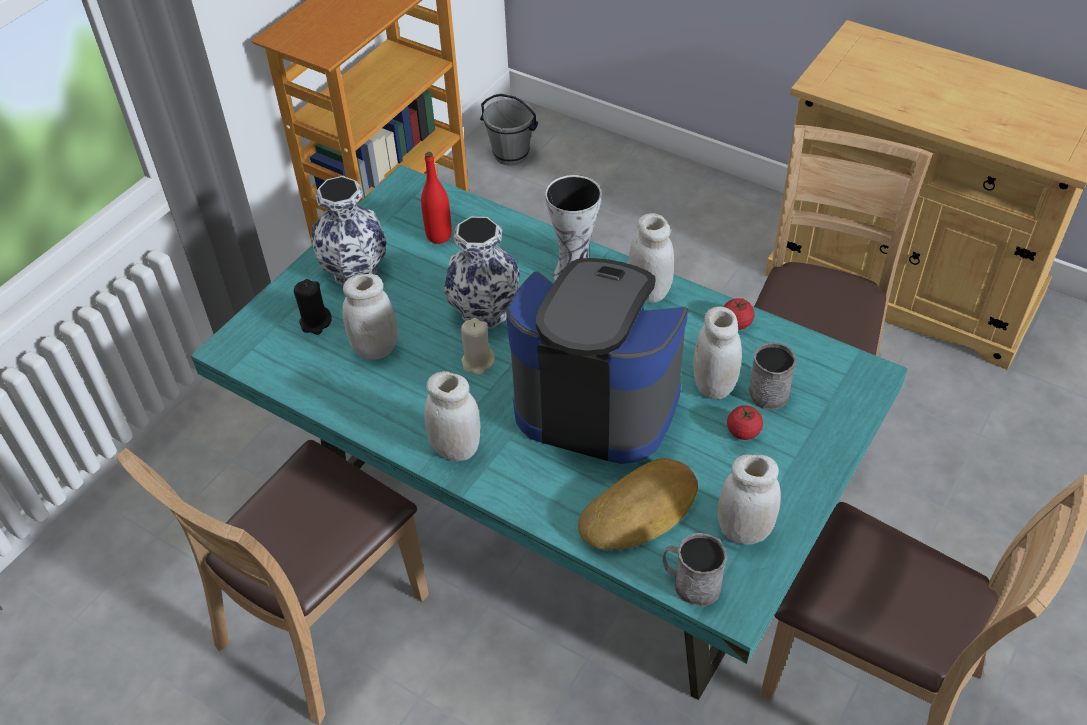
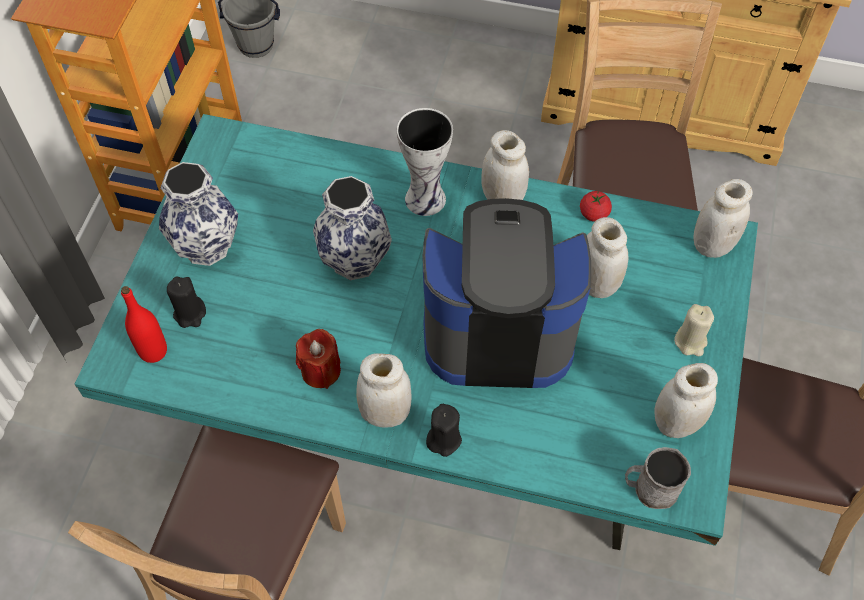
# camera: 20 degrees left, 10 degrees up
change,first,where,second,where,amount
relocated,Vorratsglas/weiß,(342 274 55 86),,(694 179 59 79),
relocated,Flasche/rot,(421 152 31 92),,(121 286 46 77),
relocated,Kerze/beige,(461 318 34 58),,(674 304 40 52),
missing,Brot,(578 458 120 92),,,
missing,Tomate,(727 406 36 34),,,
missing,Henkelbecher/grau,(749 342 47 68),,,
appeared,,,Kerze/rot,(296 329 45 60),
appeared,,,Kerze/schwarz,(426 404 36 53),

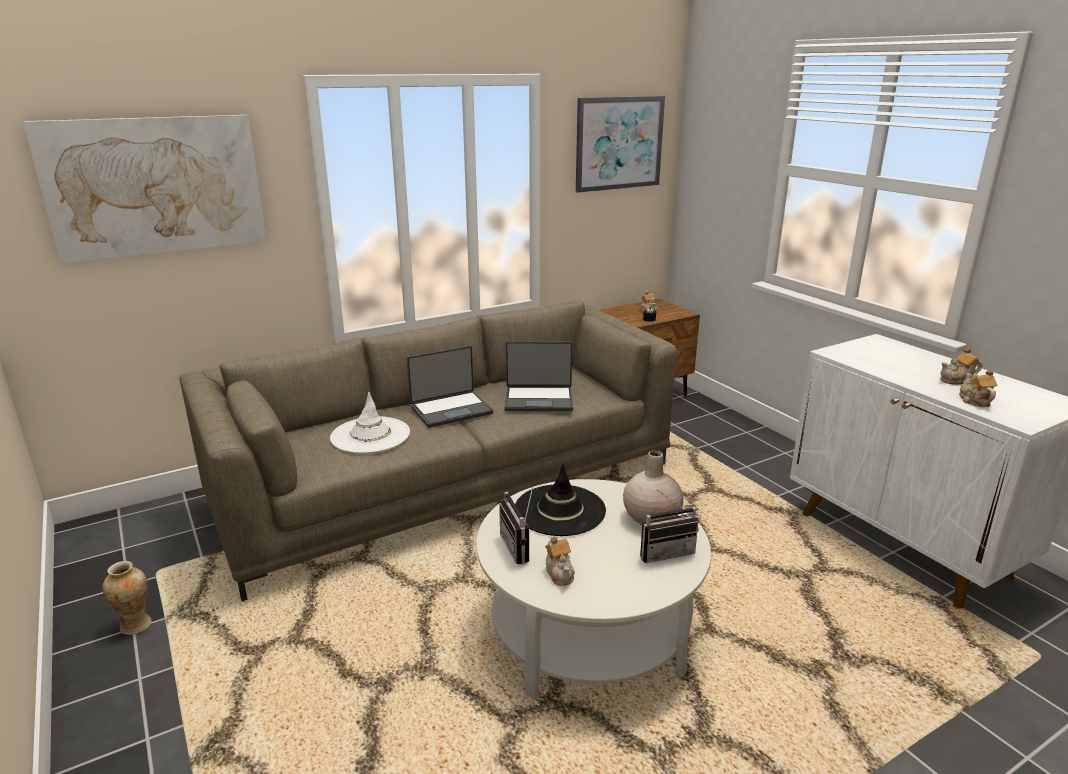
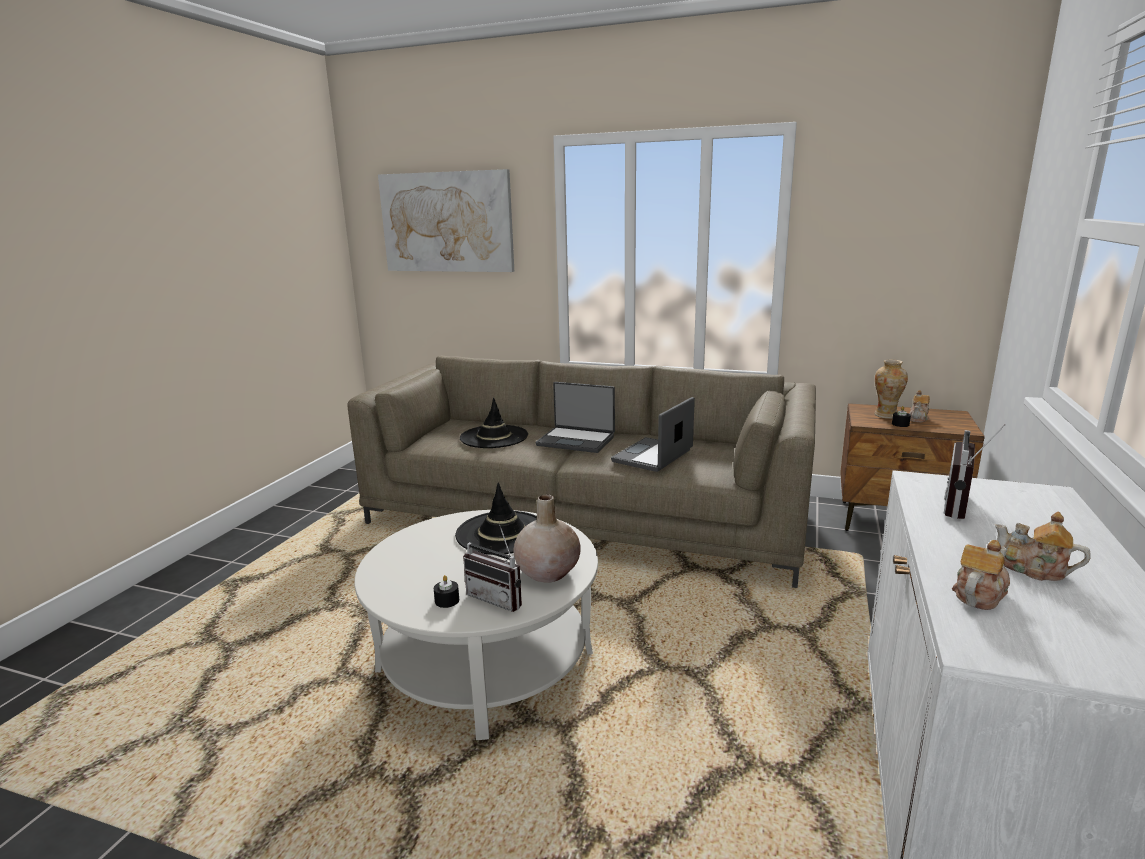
# camera: 50 degrees right, 5 degrees down
change,first,where,second,where,amount
relocated,Vase,(102 561 50 74),,(874 360 34 59),
colour,Hut/weiß,(330 392 80 62),Hut/schwarz,(460 397 68 51),
relocated,Radio,(499 486 34 78),,(944 424 61 95),
spun,Laptop,(504 341 69 70),,(611 397 84 75),75 degrees clockwise
missing,Teekanne,(545 536 30 50),,,
missing,Bild,(576 96 89 97),,,
appeared,,,Kerze/schwarz,(434 575 25 33),

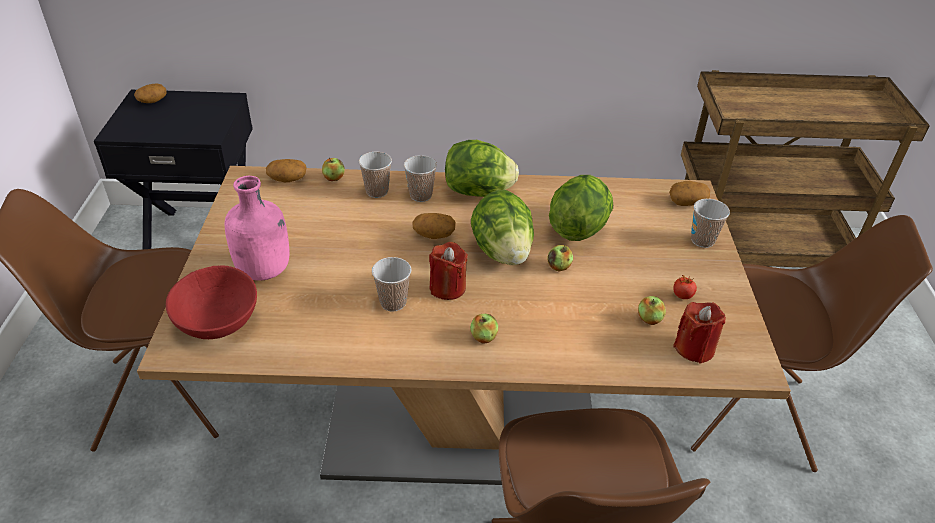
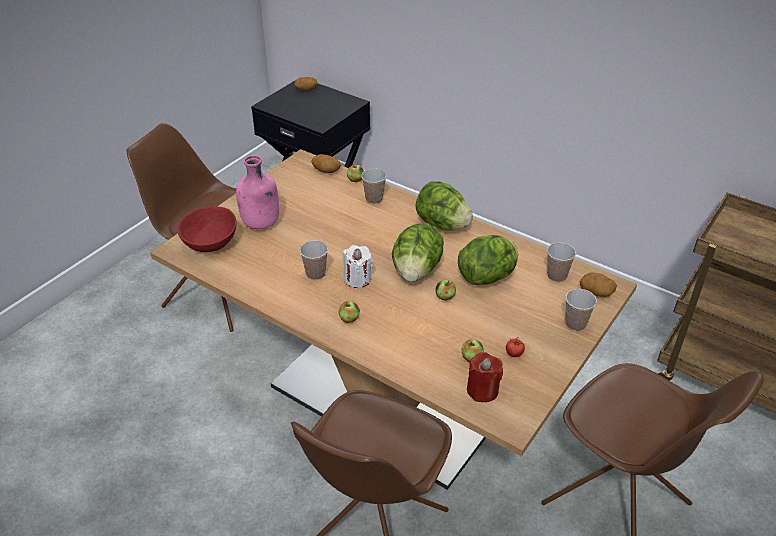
# camera: 35 degrees right, 0 degrees up
change,first,where,second,where,amount
relocated,Tasse,(404 155 33 47),,(547 242 29 40),
missing,Kartoffel,(412 213 44 26),,,
colour,Kerze/rot,(429 242 39 58),Kerze/weiß,(342 245 31 43),

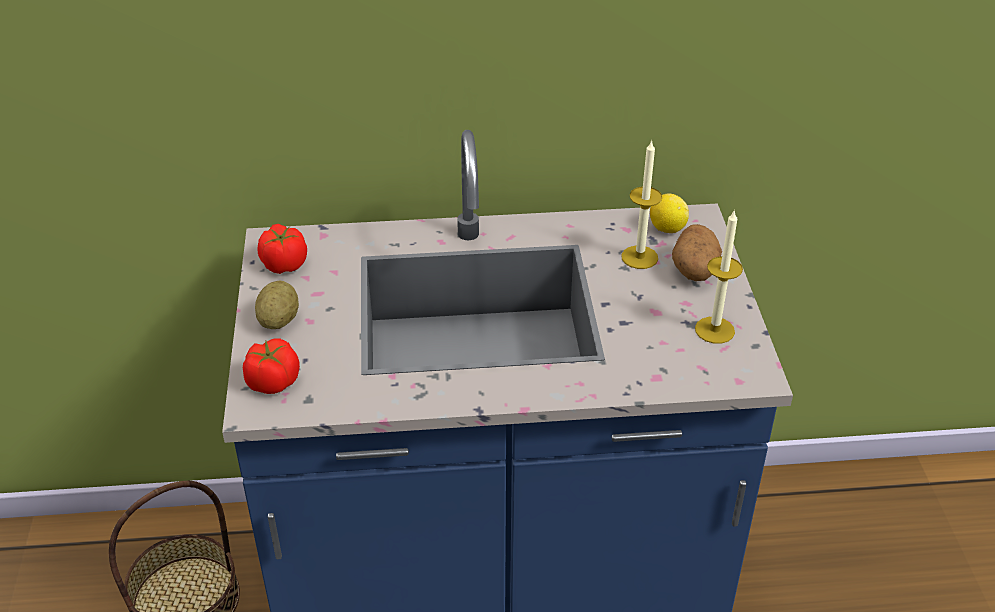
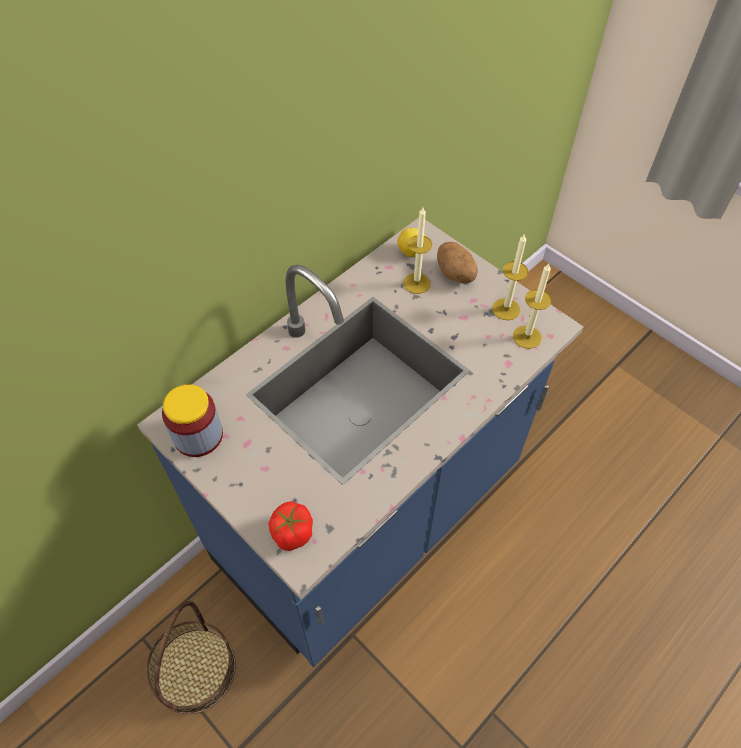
# camera: 40 degrees left, 15 degrees up
change,first,where,second,where,amount
missing,Kartoffel,(255 281 44 48),,,
exchanged,Tomate,(257 224 50 50),Vorratsglas,(162 384 61 73),
appeared,,,Kerze,(513 264 38 85),

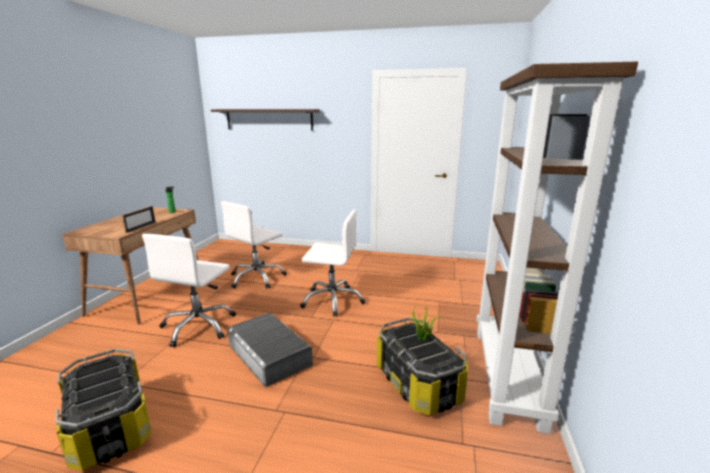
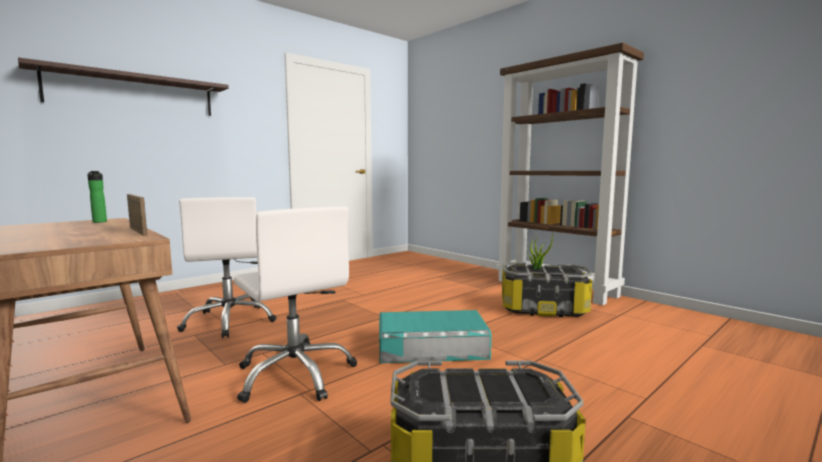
# camera: 55 degrees left, 10 degrees down
change,first,where,second,where,amount
colour,Aufbewahrungsbox/grau,(228 313 85 74),Aufbewahrungsbox/türkis,(379 310 113 53),
missing,Bürostuhl/weiß,(300 209 66 108),,,

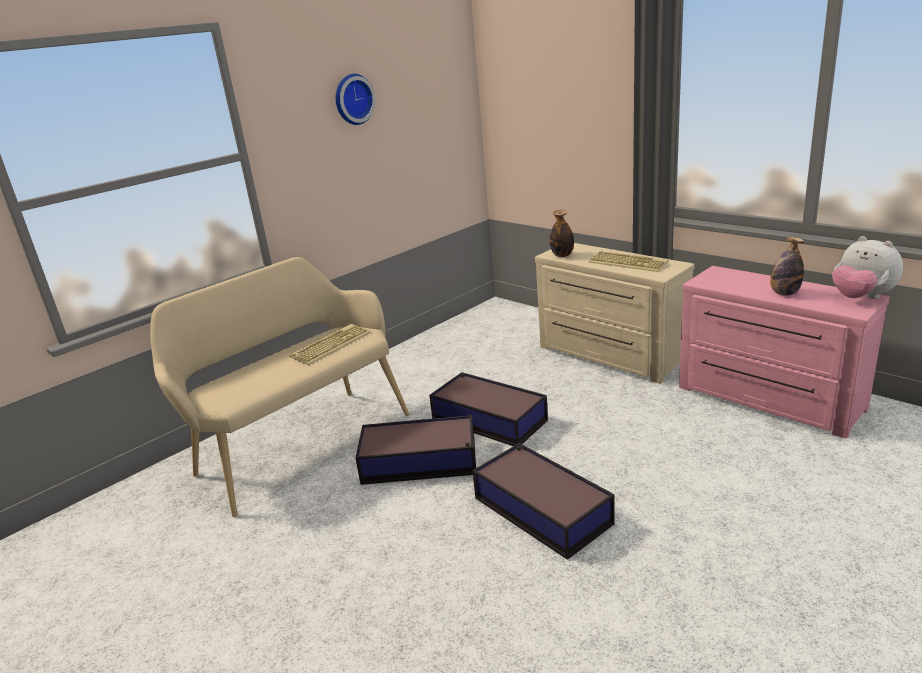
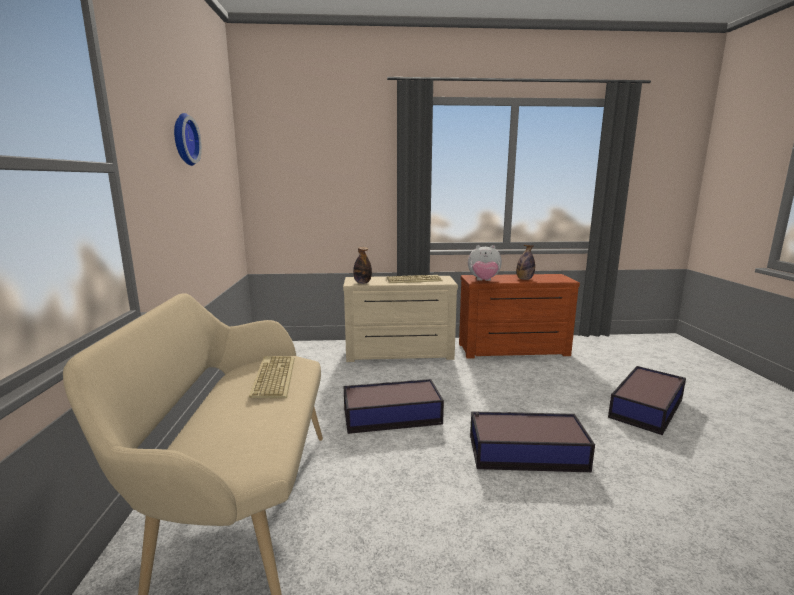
# camera: 50 degrees left, 10 degrees down
change,first,where,second,where,amount
relocated,Aufbewahrungsbox,(356 415 120 70),,(608 366 78 69),
colour,Kommode/rosa,(679 266 211 172),Kommode/braun,(459 274 121 85),
relocated,Plüschtier,(832 236 71 63),,(468 245 34 36),

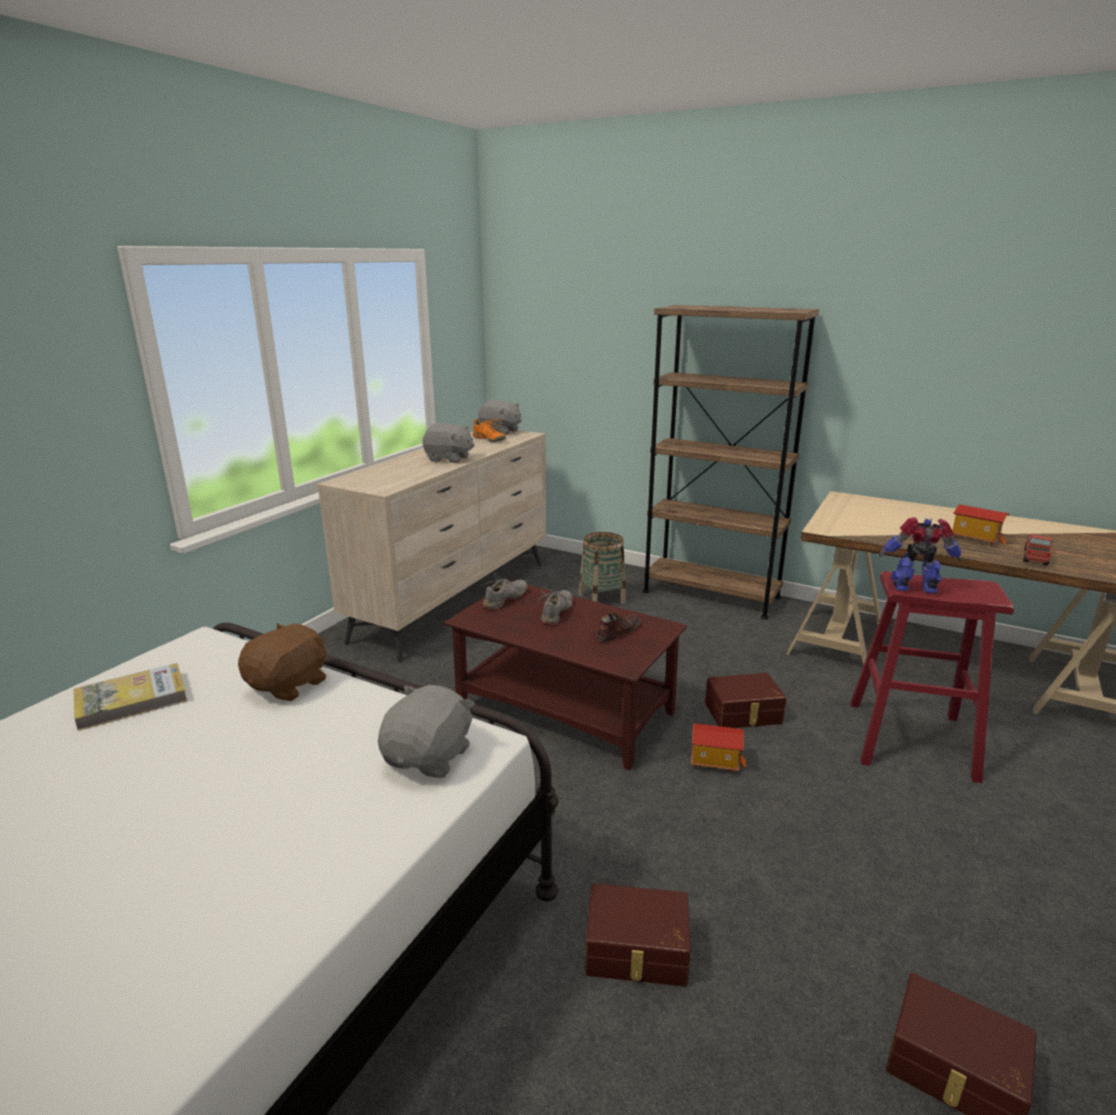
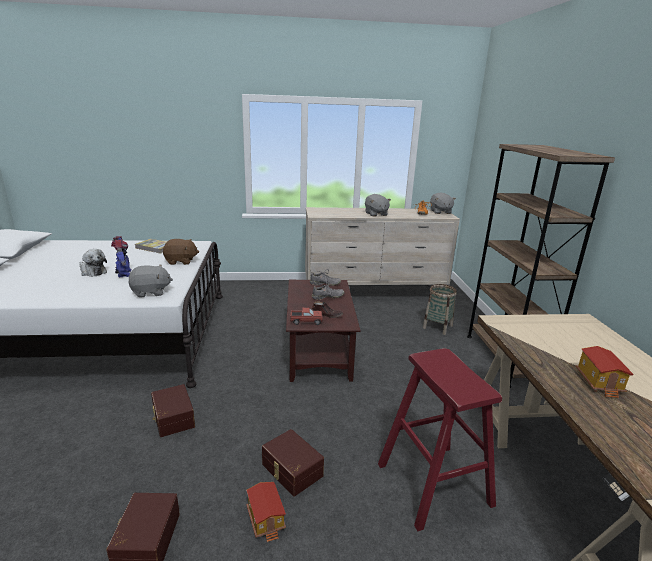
# camera: 55 degrees right, 0 degrees up
change,first,where,second,where,amount
relocated,Spielzeughaus,(690 723 56 49),,(246 482 40 61),
relocated,Aufbewahrungsbox/braun,(705 673 82 55),,(262 429 62 68),
relocated,Spielzeugroboter,(879 517 82 76),,(111 236 20 41),
relocated,Spielzeuglaster,(1023 534 32 32),,(290 307 33 18),
appeared,,,Plüschtier,(79 249 28 28),

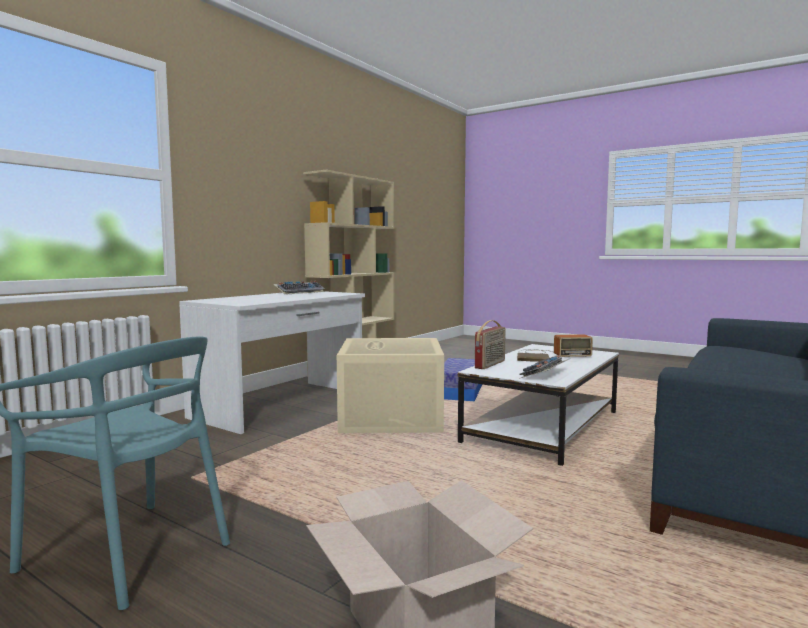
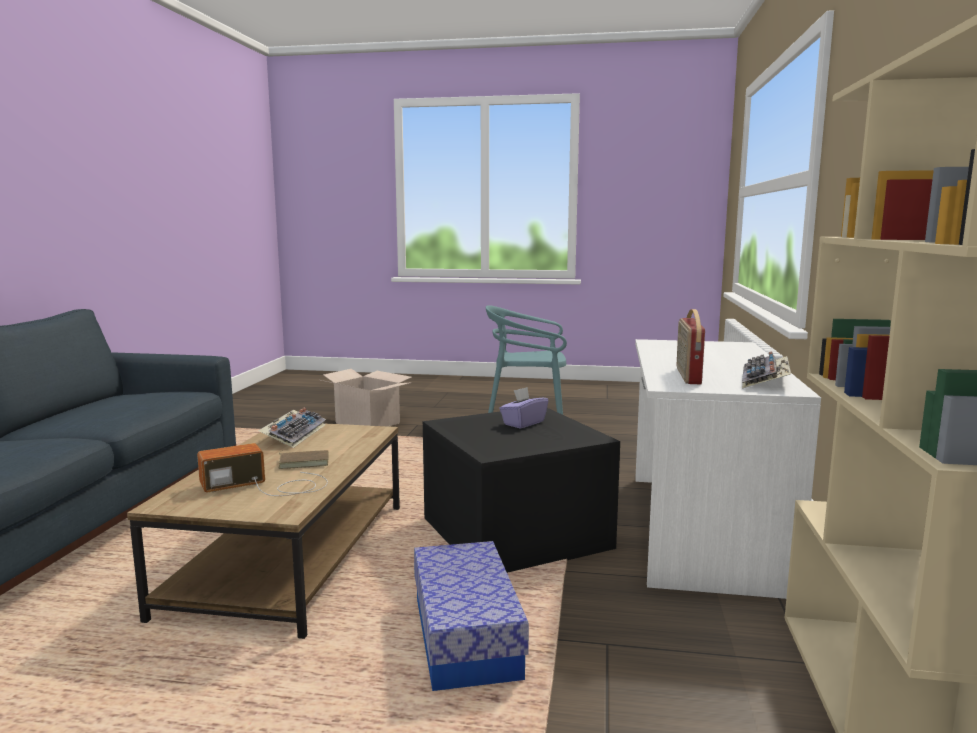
# camera: 155 degrees right, 5 degrees up
change,first,where,second,where,amount
colour,Aufbewahrungsbox/beige,(337 338 107 95),Aufbewahrungsbox/schwarz,(423 408 197 165),
colour,Couchtisch/weiß,(458 344 161 122),Couchtisch/braun,(127 423 273 216),
relocated,Radio,(475 320 31 49),,(677 309 28 75),
appeared,,,Taschentuchbox/lila,(499 387 49 41),

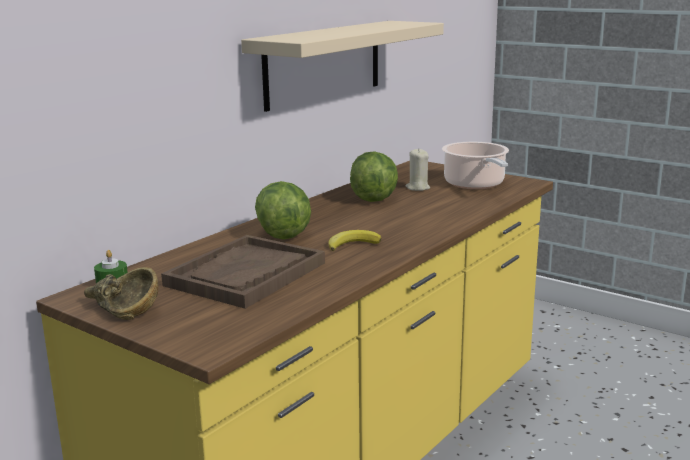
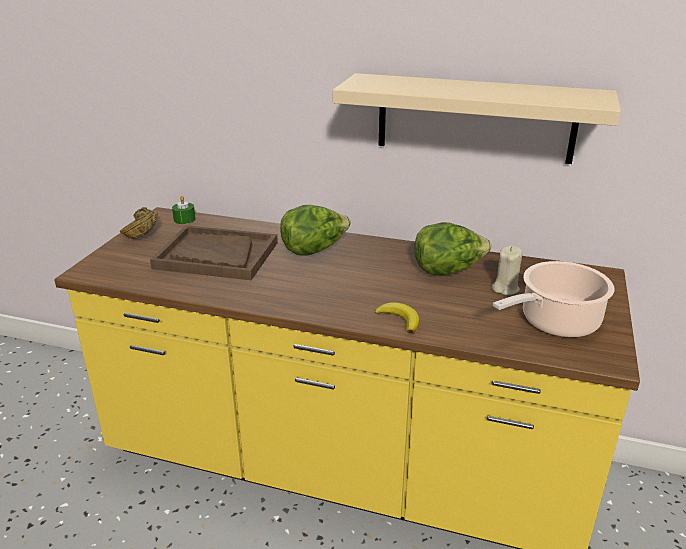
# camera: 70 degrees right, 10 degrees up
change,first,where,second,where,amount
relocated,Banane,(328 230 53 21),,(375 302 44 31),

